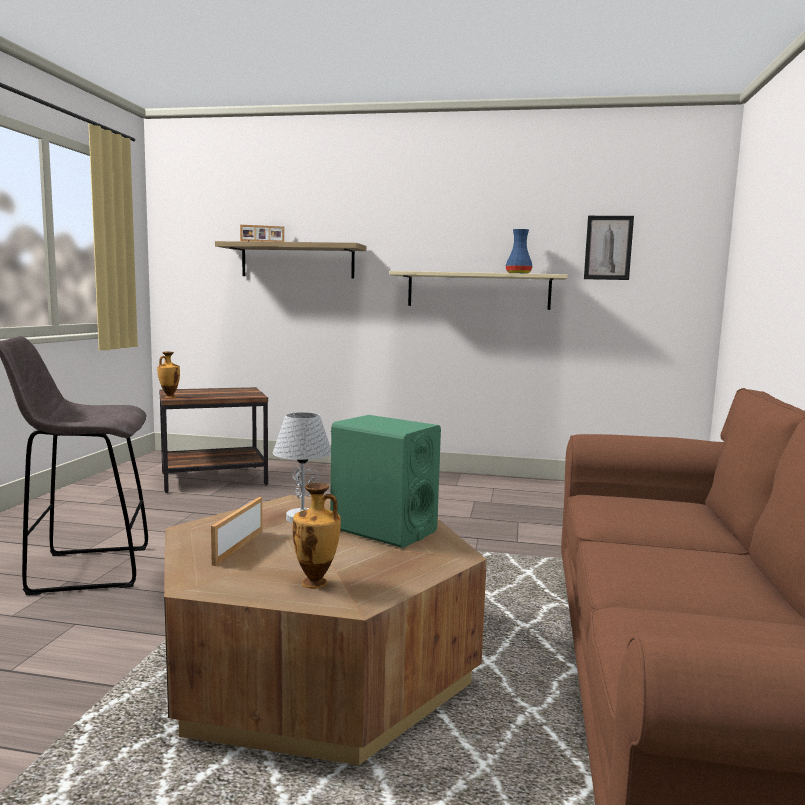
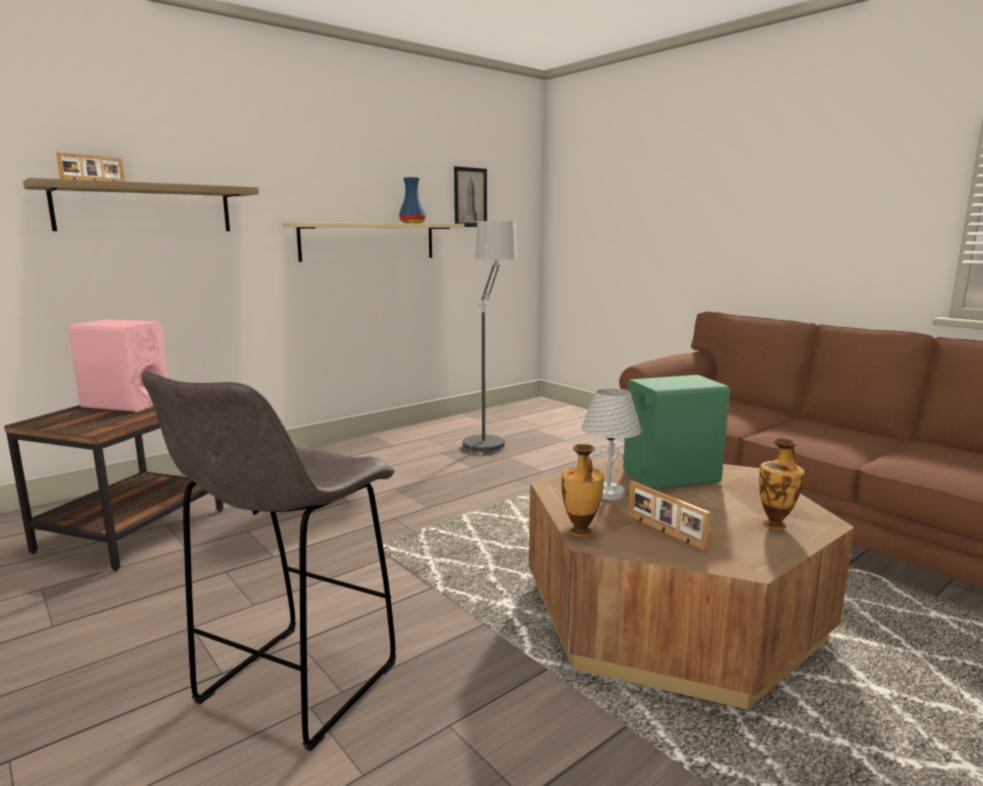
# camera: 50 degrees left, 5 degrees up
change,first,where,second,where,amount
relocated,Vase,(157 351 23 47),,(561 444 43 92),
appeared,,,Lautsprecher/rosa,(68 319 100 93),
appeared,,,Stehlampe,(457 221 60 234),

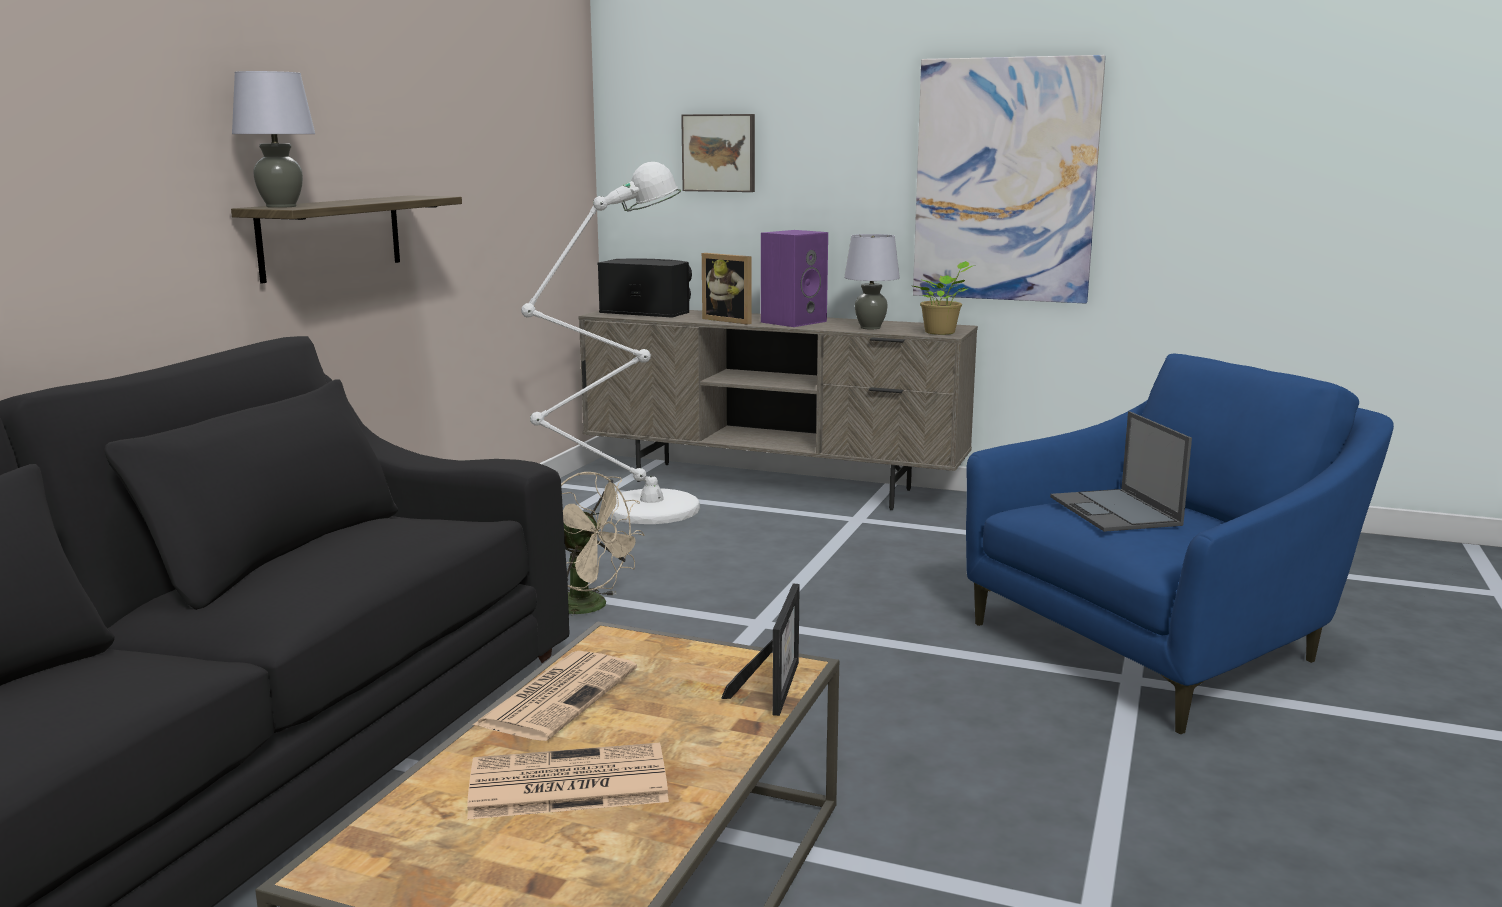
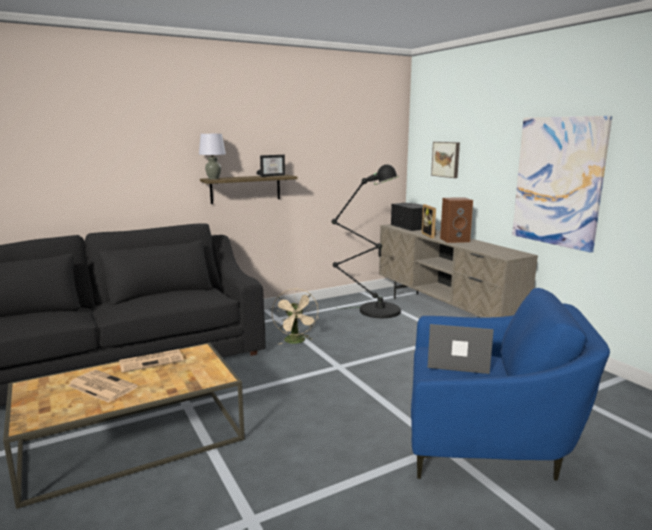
# camera: 40 degrees right, 0 degrees up
change,first,where,second,where,amount
colour,Stehlampe/weiß,(521 162 179 362),Stehlampe/schwarz,(332 164 69 154),
relocated,Bilderrahmen,(721 584 79 132),,(257 155 28 22),
colour,Lautsprecher/lila,(761 230 67 97),Lautsprecher/braun,(440 197 33 46),
missing,Tischlampe/grau,(844 234 56 95),,,
missing,Topfpflanze,(913 261 62 74),,,
spun,Laptop,(1050 411 142 121),,(427 324 67 50),75 degrees clockwise

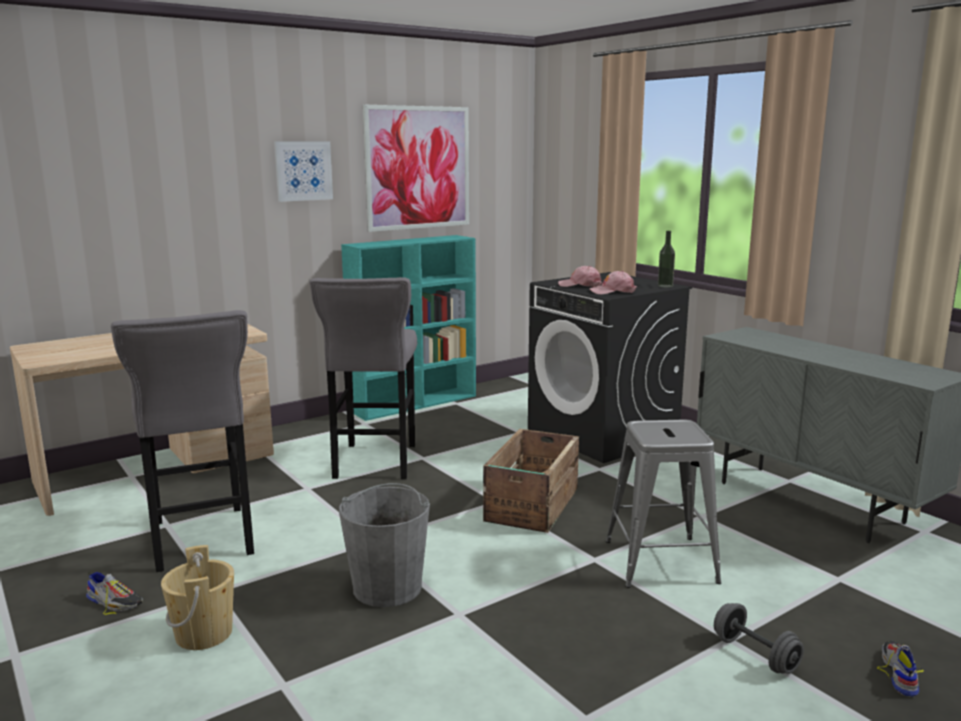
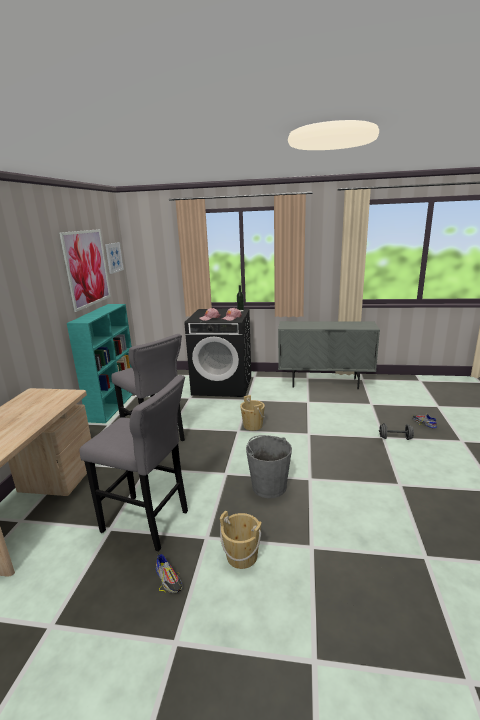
# camera: 45 degrees left, 5 degrees up
change,first,where,second,where,amount
spun,Schuh,(86 572 57 43),,(156 553 26 40),75 degrees clockwise
relocated,Bild,(274 141 59 61),,(105 242 19 32),
exchanged,Kiste,(483 429 96 104),Eimer/beige,(240 395 25 36),
missing,Hocker/grau,(606 420 115 168),,,

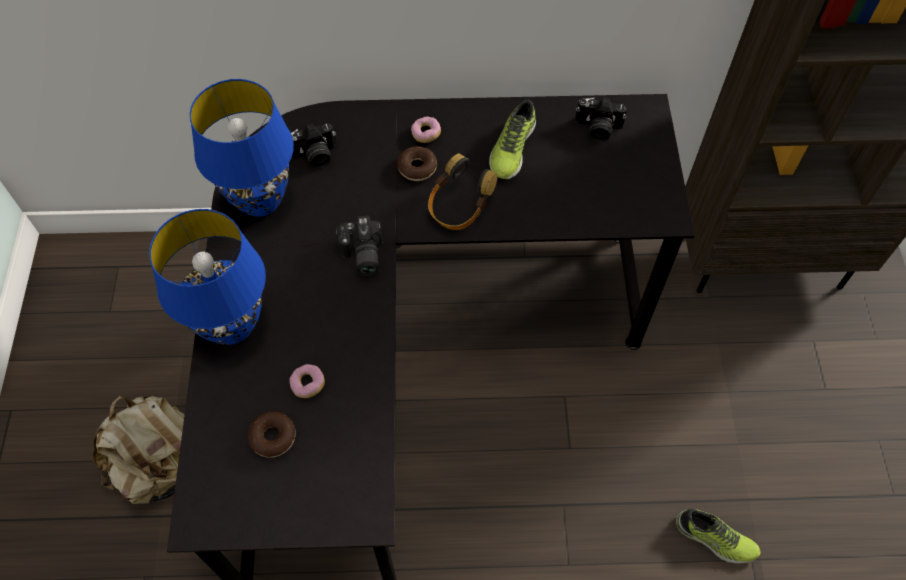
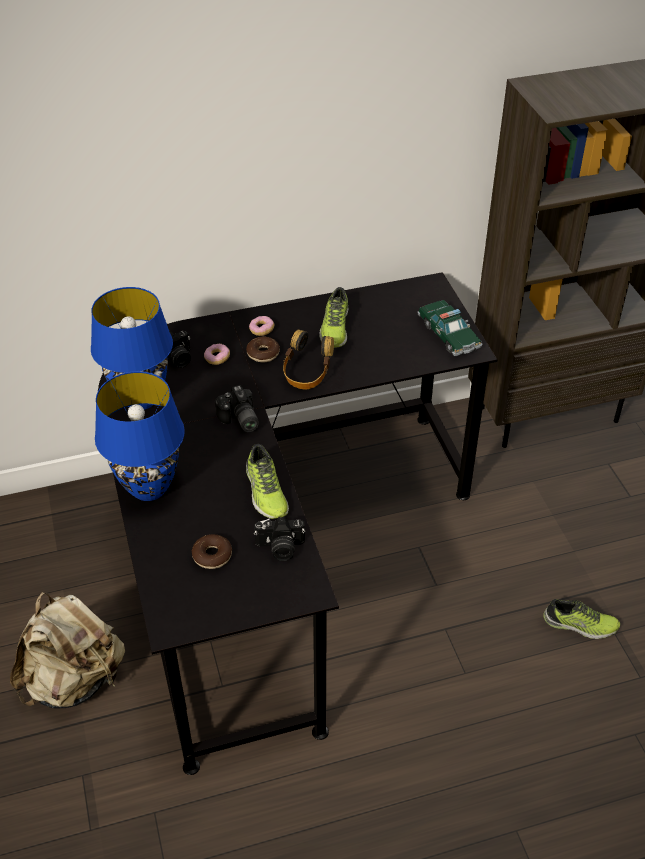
# camera: 15 degrees left, 15 degrees down
change,first,where,second,where,amount
relocated,Donut,(290 364 35 34),,(204 344 26 21),
relocated,Kamera,(575 97 52 45),,(254 516 52 45),
appeared,,,Schuh,(246 444 43 75),
appeared,,,Spielzeugauto,(417 300 65 56),

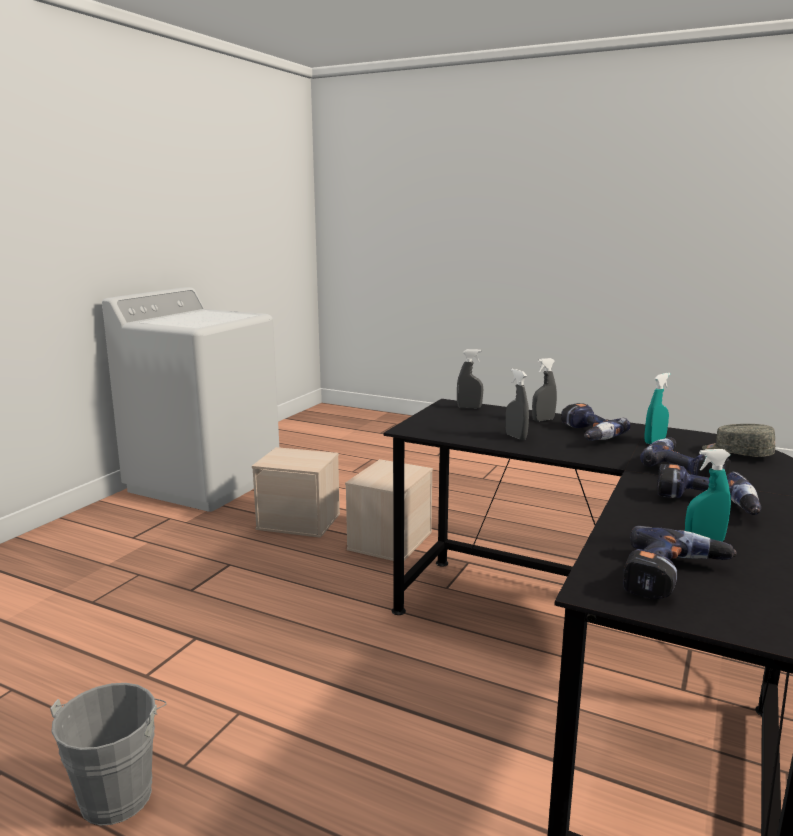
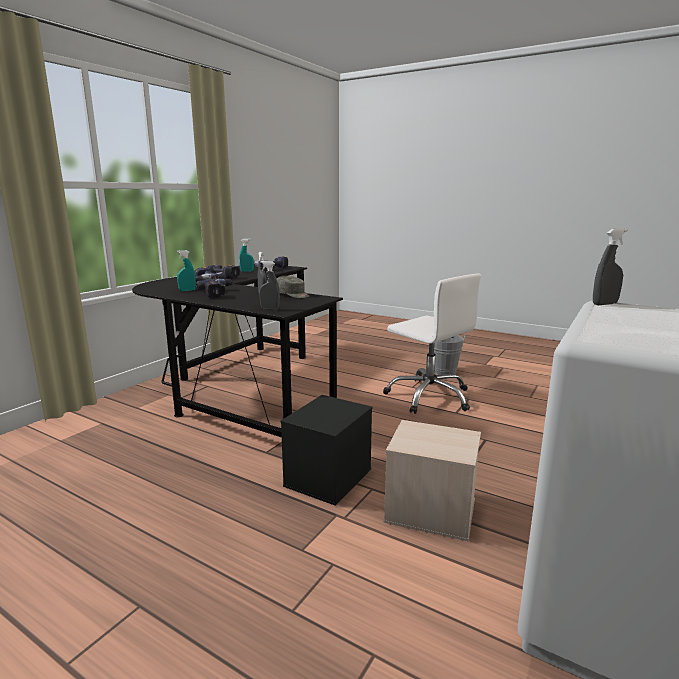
# camera: 175 degrees left, 0 degrees up
change,first,where,second,where,amount
colour,Aufbewahrungsbox/beige,(345 459 88 102),Aufbewahrungsbox/schwarz,(281 395 91 111),
relocated,Sprühflasche/grau,(532 358 25 63),,(593 228 34 77),
relocated,Kappe/grau,(702 424 73 33),,(277 276 32 22),
appeared,,,Bürostuhl/weiß,(383 274 98 140),

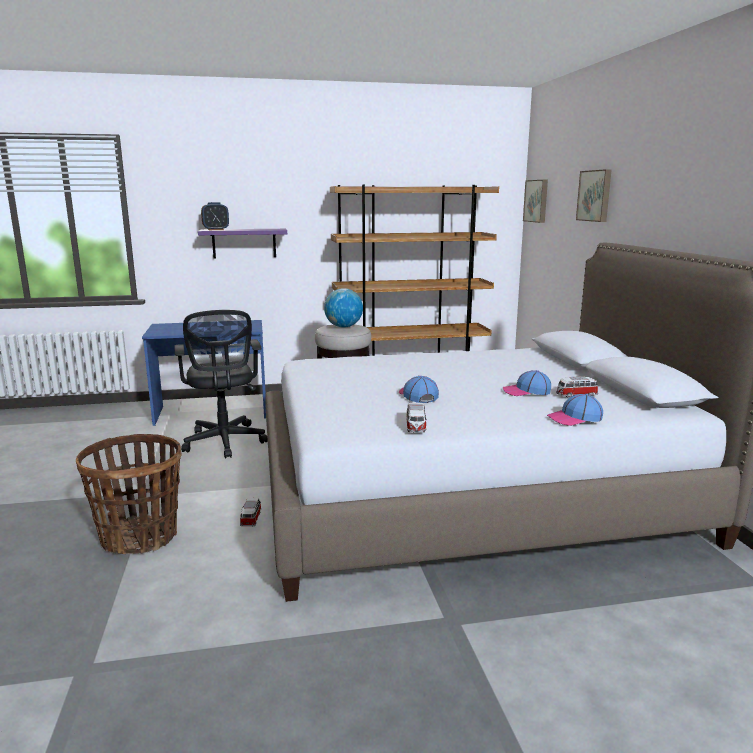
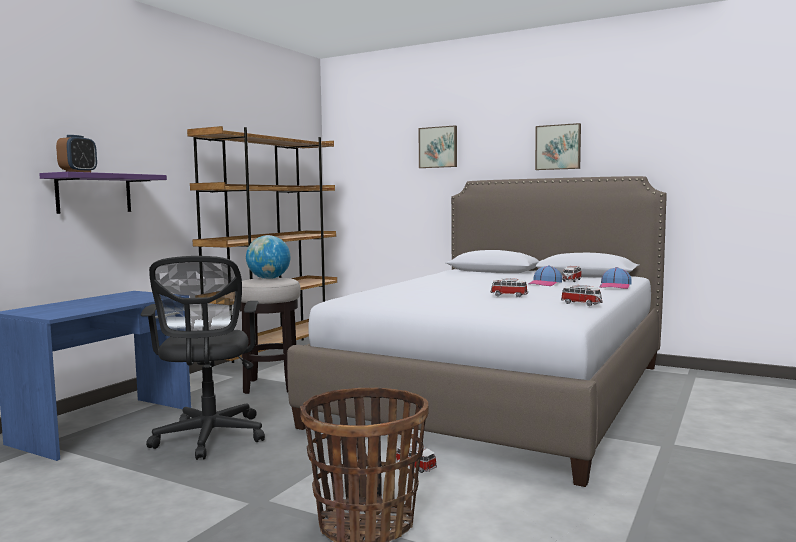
# camera: 50 degrees left, 10 degrees down
change,first,where,second,where,amount
spun,Bürostuhl/schwarz,(174 310 94 148),,(141 256 124 204),60 degrees clockwise
exchanged,Kappe,(399 376 40 27),Spielzeugauto,(490 278 38 19),
relocated,Bild,(523 180 25 43),,(535 123 46 47),

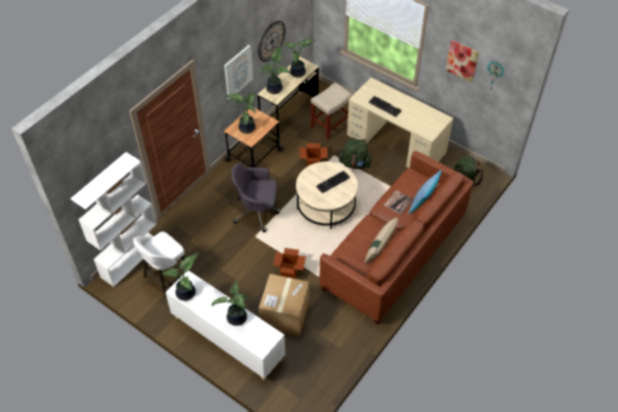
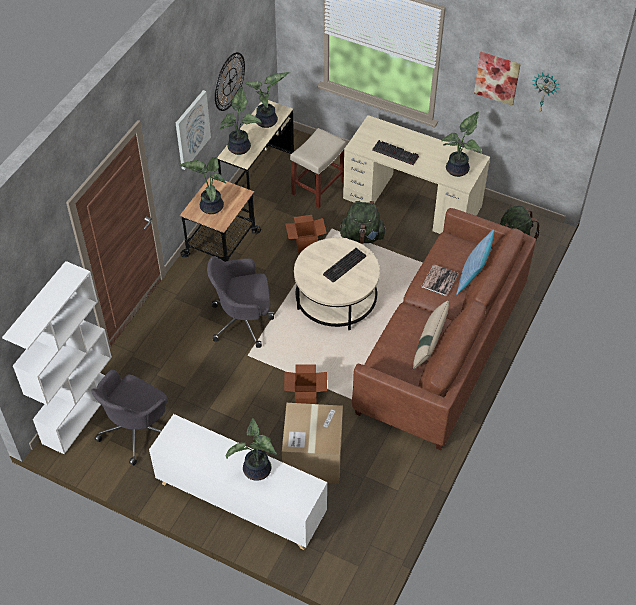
# camera: 10 degrees left, 0 degrees up
change,first,where,second,where,amount
exchanged,Hocker/weiß,(133 231 58 66),Bürostuhl/grau,(91 369 77 97),
relocated,Topfpflanze,(162 252 37 49),,(441 112 41 65),

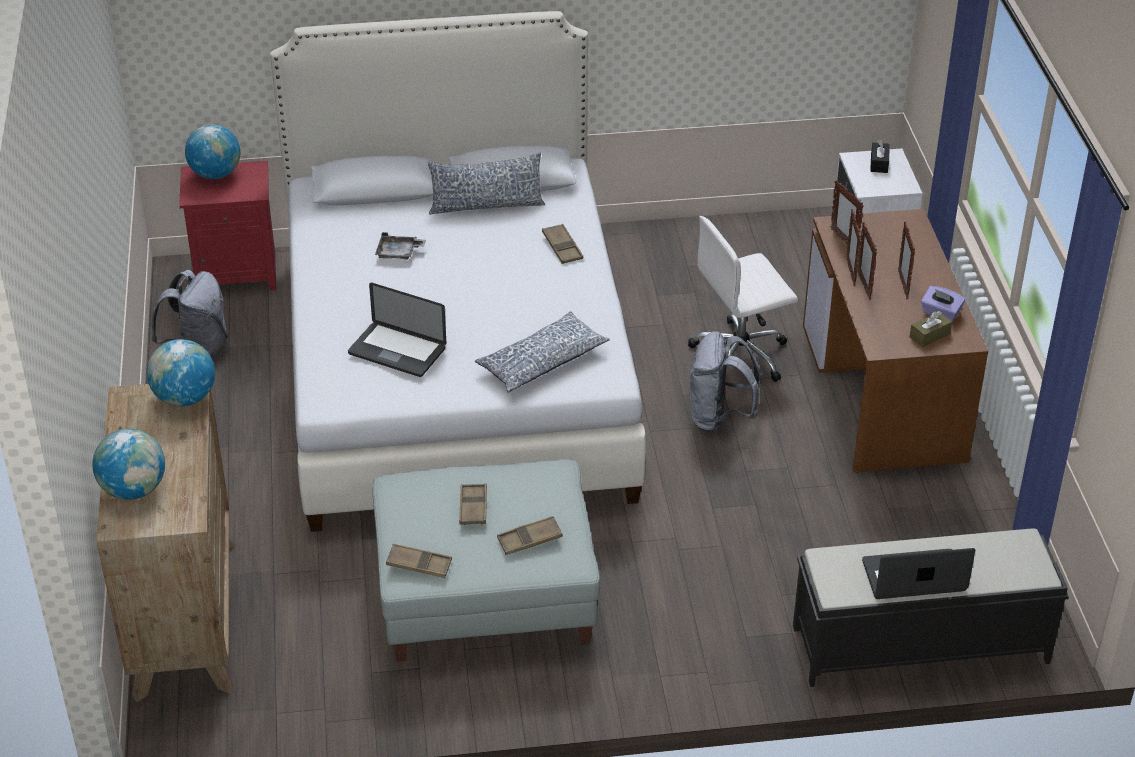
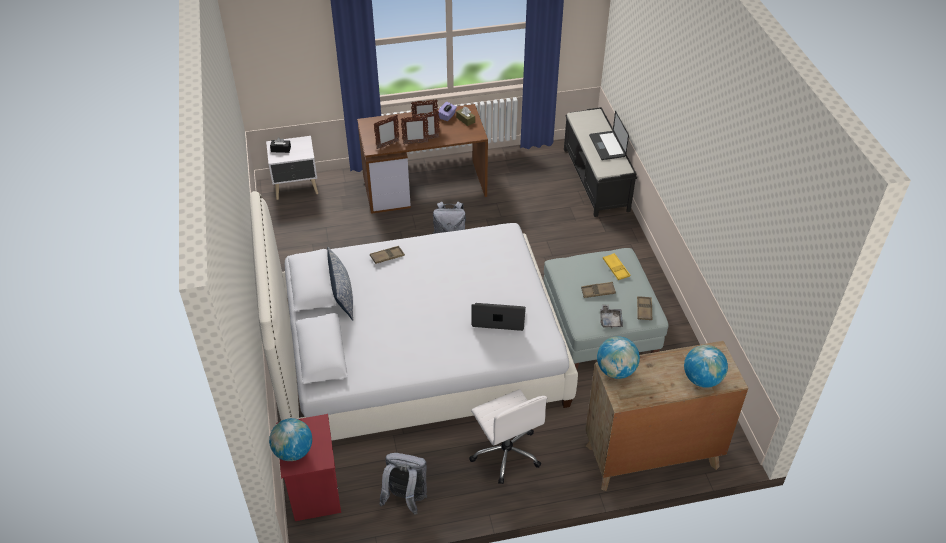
# camera: 95 degrees left, 5 degrees up
change,first,where,second,where,amount
spun,Laptop,(348 283 98 94),,(471 303 55 28),105 degrees counterclockwise
relocated,Tablett/grau,(375 232 51 28),,(600 305 23 23),
missing,Kissen,(475 312 135 81),,,
colour,Tablett/braun,(497 516 66 39),Tablett/gelb,(603 253 27 27),
relocated,Bürostuhl/weiß,(688 216 110 166),,(469 389 78 95),

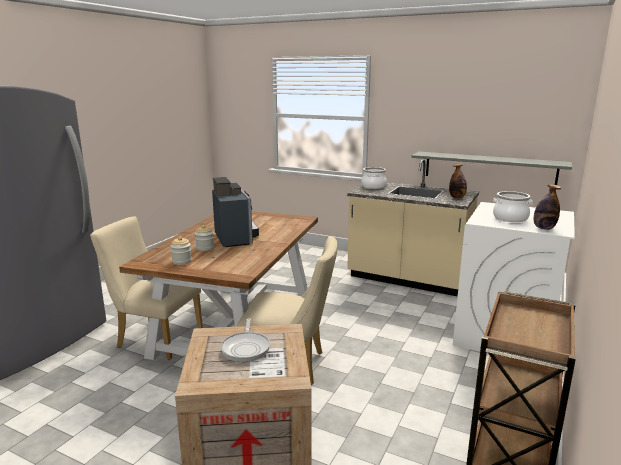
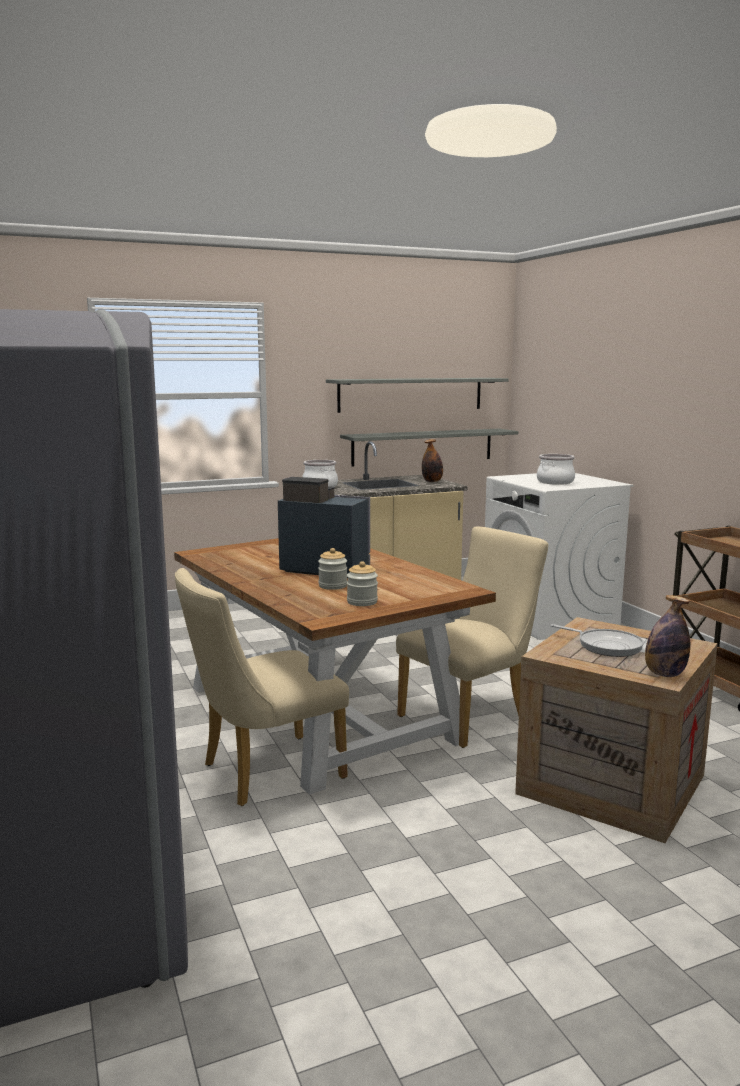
# camera: 50 degrees left, 5 degrees down
change,first,where,second,where,amount
relocated,Flasche,(534 184 27 46),,(645 595 45 82),
appeared,,,Wandregal/grau,(326 378 183 35),

